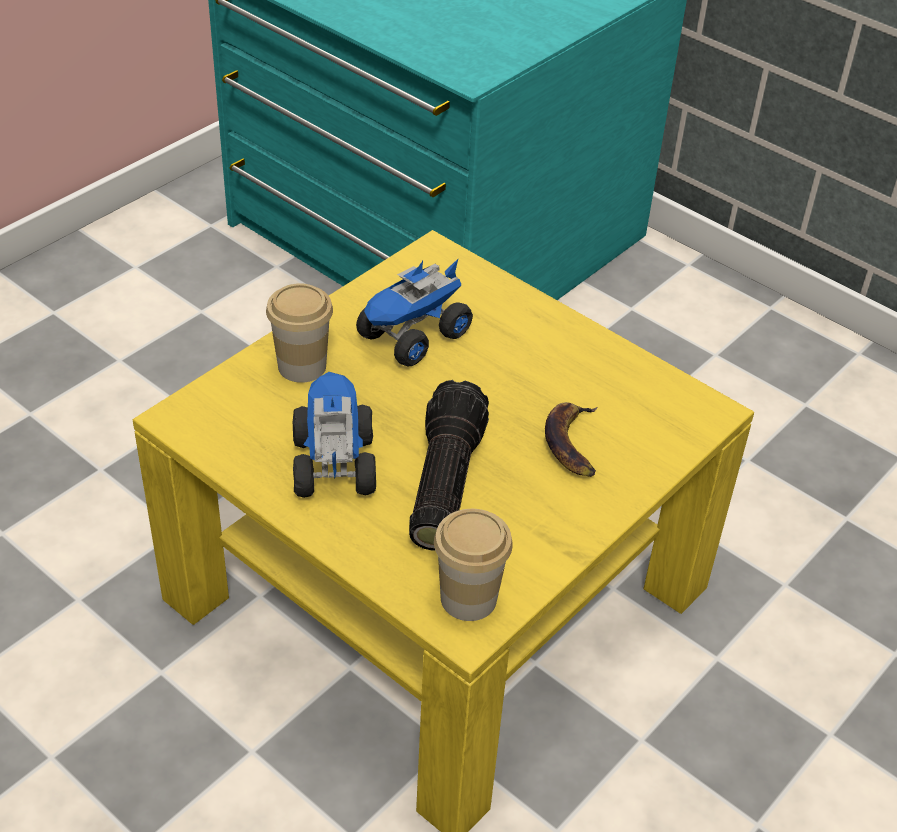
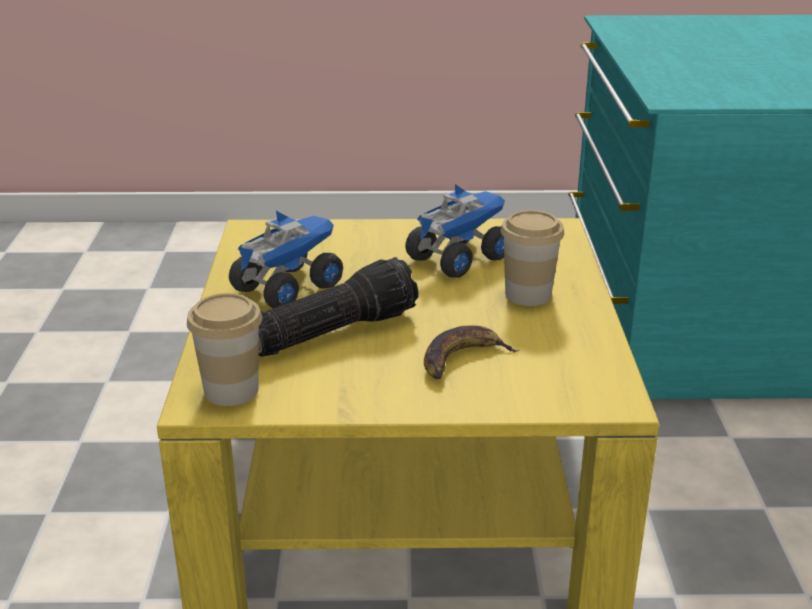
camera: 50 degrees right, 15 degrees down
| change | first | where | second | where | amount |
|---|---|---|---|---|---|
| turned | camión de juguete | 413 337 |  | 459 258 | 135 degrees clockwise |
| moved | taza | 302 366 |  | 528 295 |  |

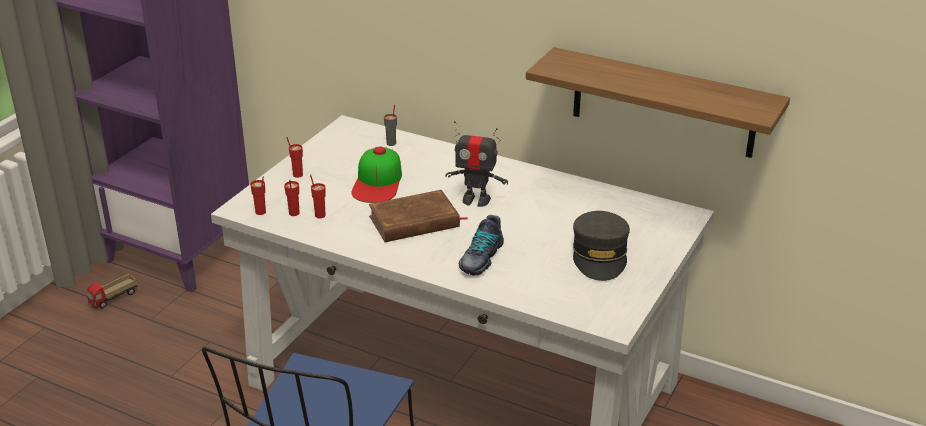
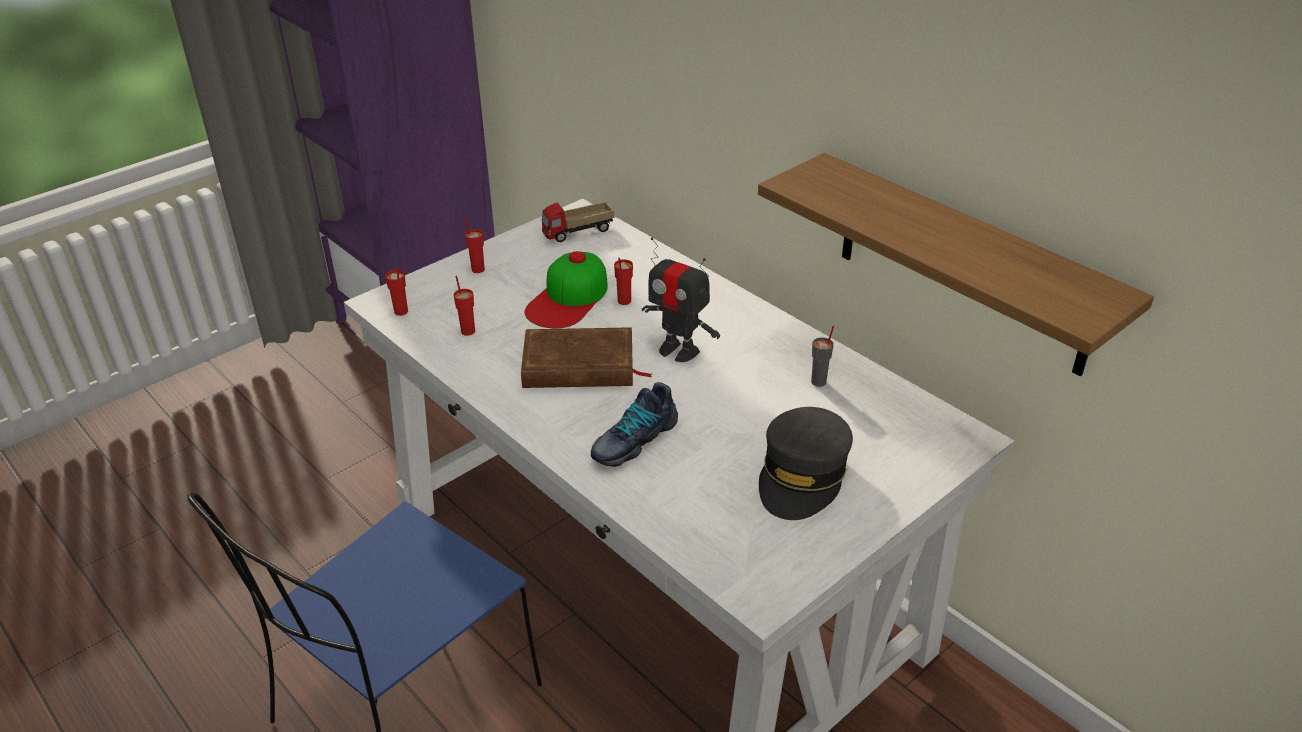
camera: 20 degrees right, 5 degrees up
| change | first | where | second | where | amount |
|---|---|---|---|---|---|
| moved | camión de juguete | 114 299 |  | 578 233 |  |
| moved | taza [rojo] | 294 213 |  | 623 301 |  |
| moved | taza [gris] | 391 143 |  | 819 382 |  |

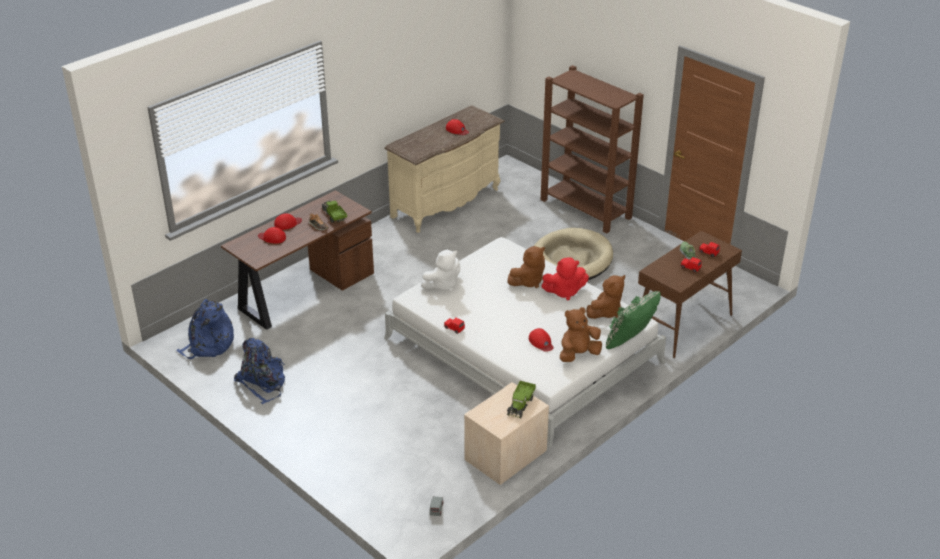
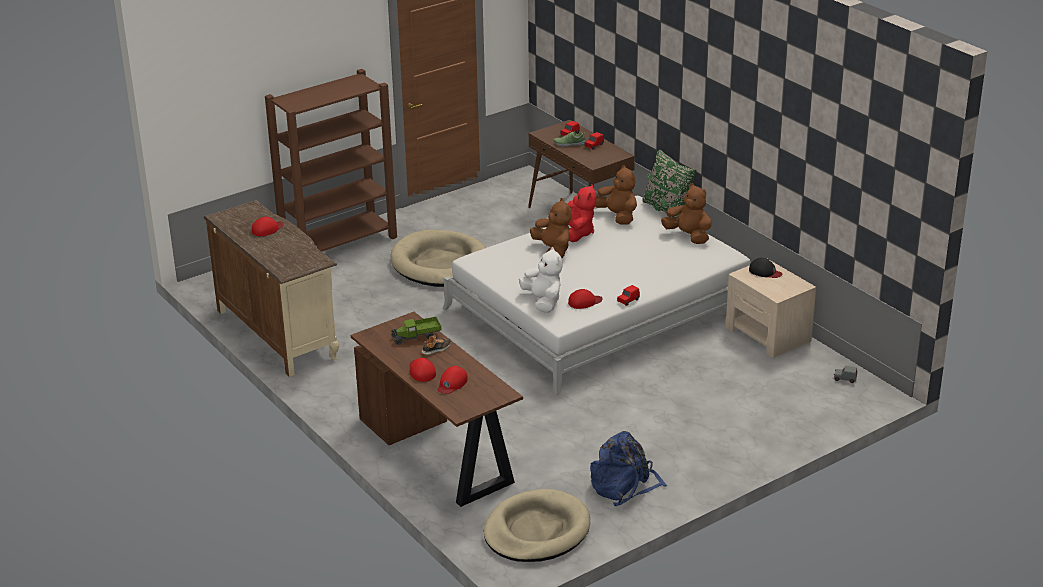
camera: 80 degrees left, 5 degrees down
| change | first | where | second | where | amount |
|---|---|---|---|---|---|
| replaced | mochila [azul] | 208 345 | cama para perro [beis] | 536 531 |  |
| moved | gorra [rojo] | 541 342 |  | 584 302 |  |
| turned | peluche [marrón] | 578 354 |  | 688 236 | 150 degrees clockwise |
| replaced | camión de juguete | 521 404 | gorra [negro] | 765 272 |  |

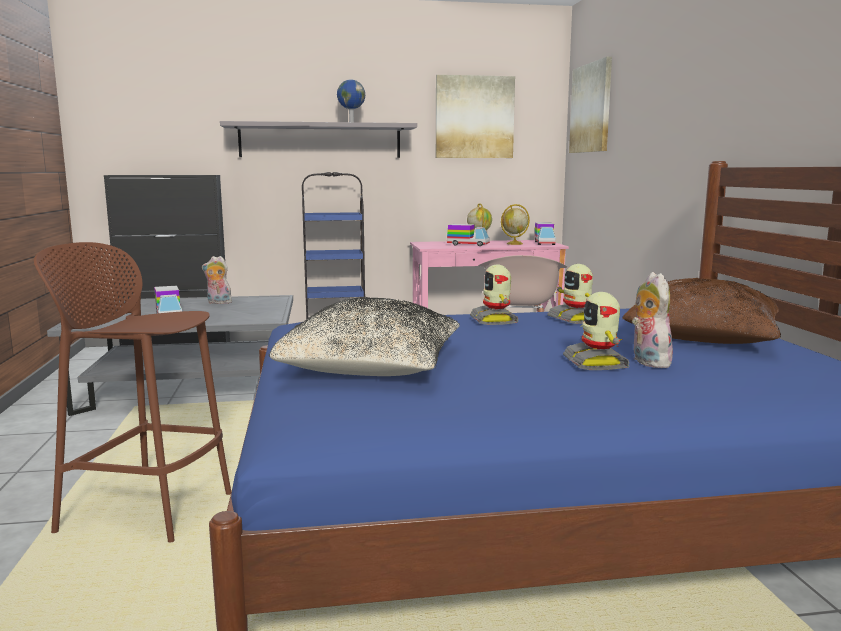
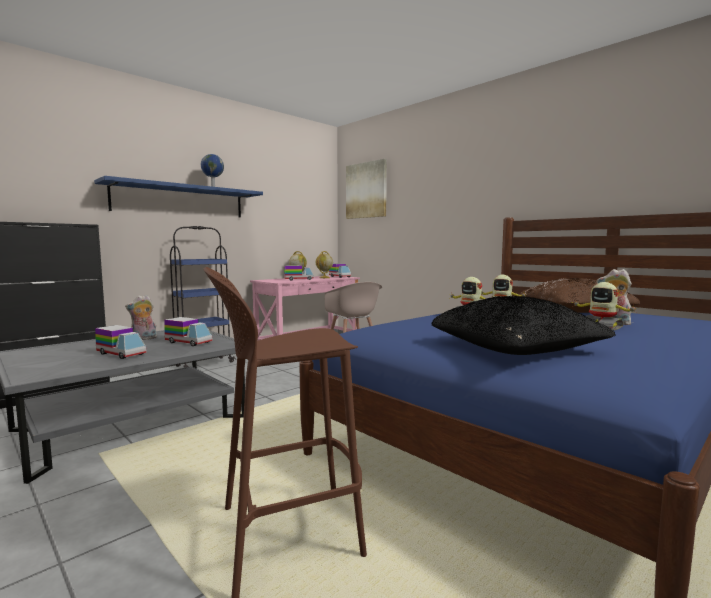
camera: 35 degrees left, 5 degrees down
| change | first | where | second | where | amount |
|---|---|---|---|---|---|
| recoloured | estante [gris] | 320 141 | estante [azul] | 180 201 |  |
| added |  |  | camión de juguete | 188 342 |  |
| recoloured | cojín [beis] | 370 365 | cojín [negro] | 515 347 |  |
| removed | cuadro | 474 117 |  |  |  |

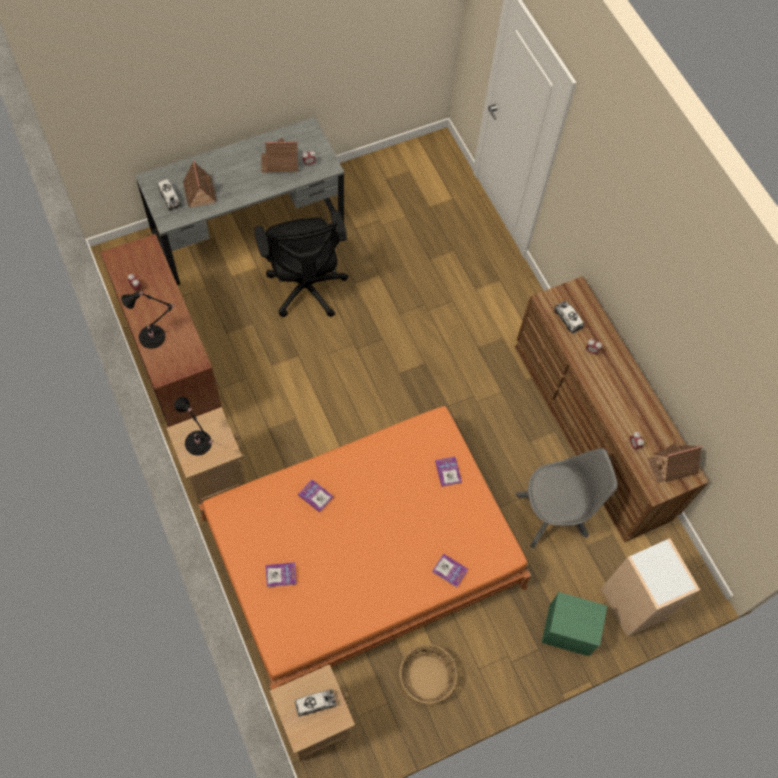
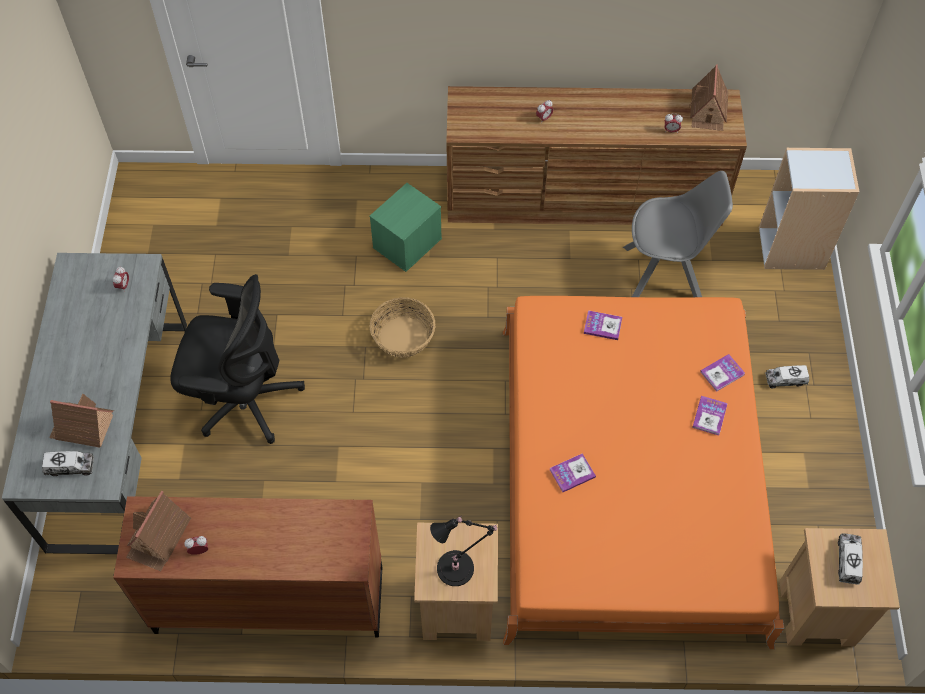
camera: 60 degrees left, 5 degrees down
| change | first | where | second | where | amount |
|---|---|---|---|---|---|
| moved | casita | 280 162 |  | 158 537 |  |
| moved | caja de almacenaje [verde] | 568 630 |  | 407 244 |  |
| moved | cesta | 427 677 |  | 403 336 |  |
| turned | silla [gris] | 554 514 |  | 665 273 | 75 degrees clockwise |
| moved | libro | 281 575 |  | 709 416 |  |
| moved | camión de juguete | 567 319 |  | 785 380 |  |
| removed | lámpara de mesa [negro] | 154 336 |  |  |  |

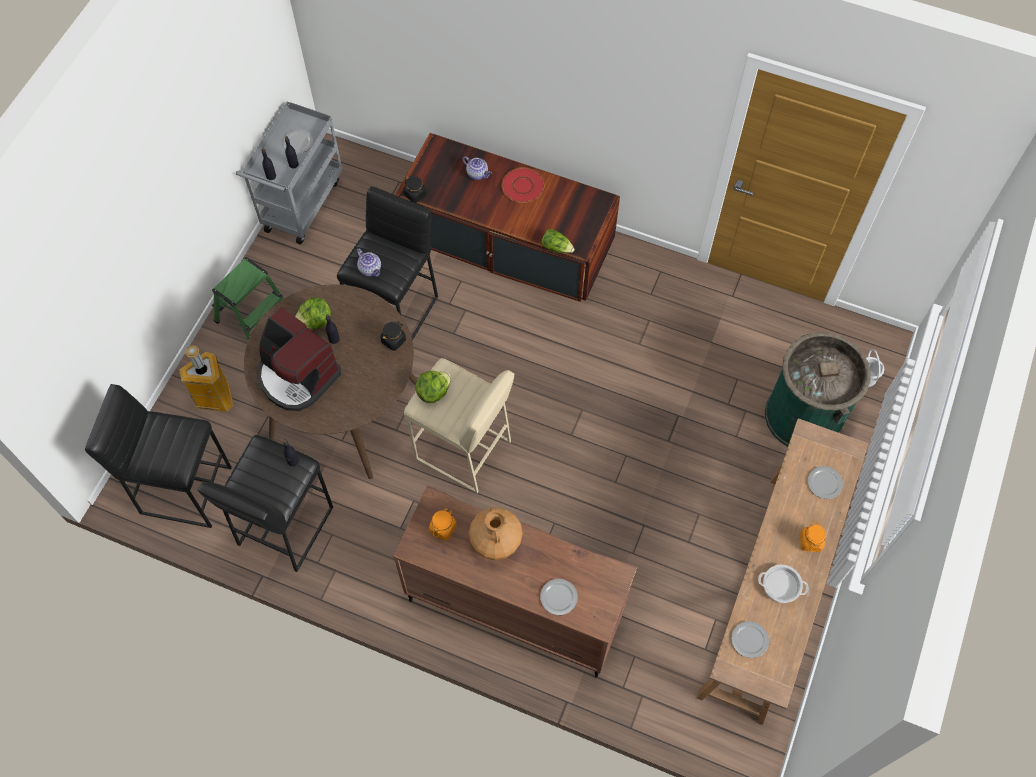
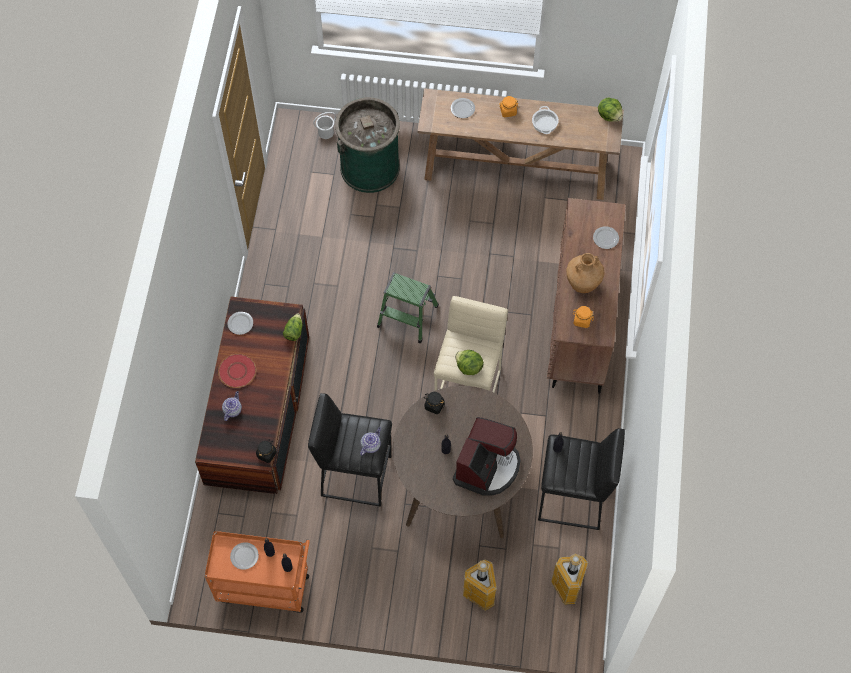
camera: 105 degrees left, 0 degrees up
| change | first | where | second | where | amount |
|---|---|---|---|---|---|
| recoloured | carrito [gris] | 302 208 | carrito [naranja] | 266 589 |  |
| moved | plato | 749 639 |  | 240 324 |  |
| moved | escalera de tijera [verde] | 253 316 |  | 408 316 |  |
| replaced | taburete [negro] | 184 489 | papelera | 567 588 |  |
| moved | lechuga | 316 321 |  | 609 115 |  |

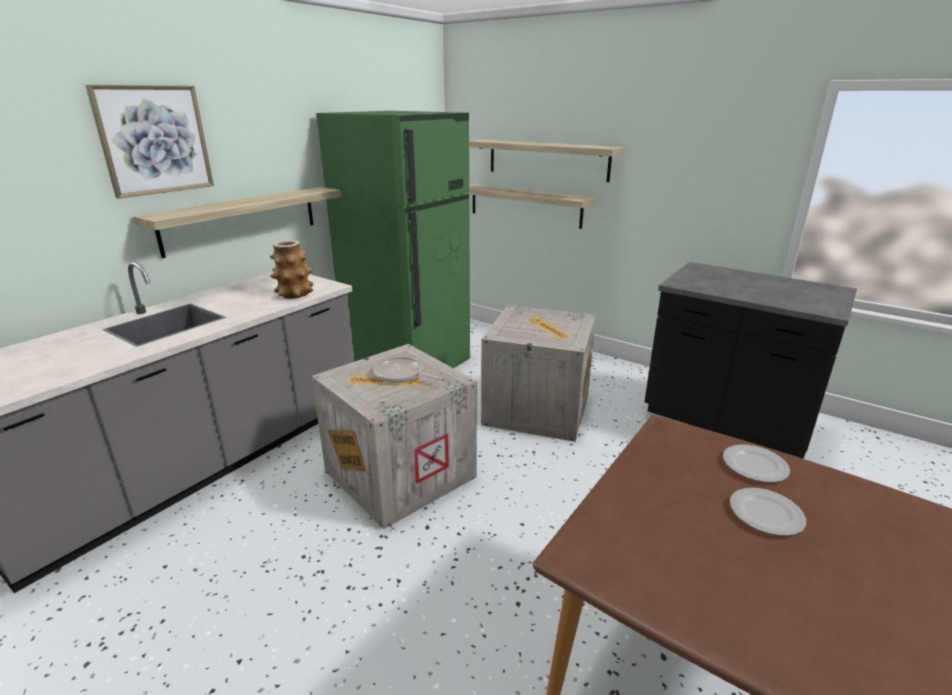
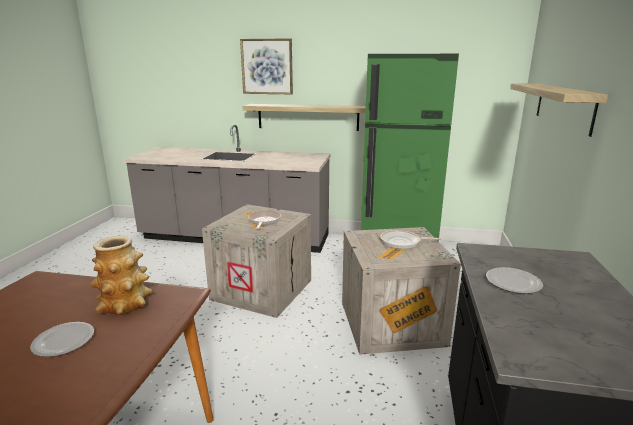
camera: 65 degrees right, 5 degrees down
| change | first | where | second | where | amount |
|---|---|---|---|---|---|
| moved | florero | 294 293 |  | 125 305 |  |
| added |  |  | sartén | 402 242 |  |
| moved | plato | 755 466 |  | 513 283 |  |
| removed | estante | 524 205 |  |  |  |

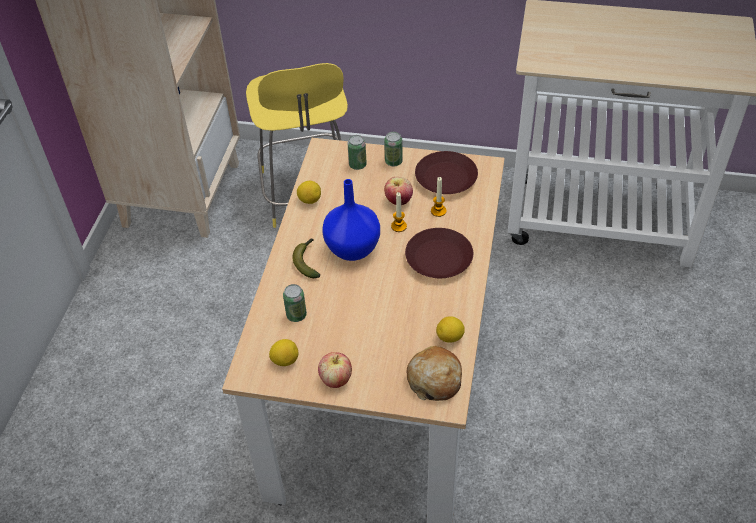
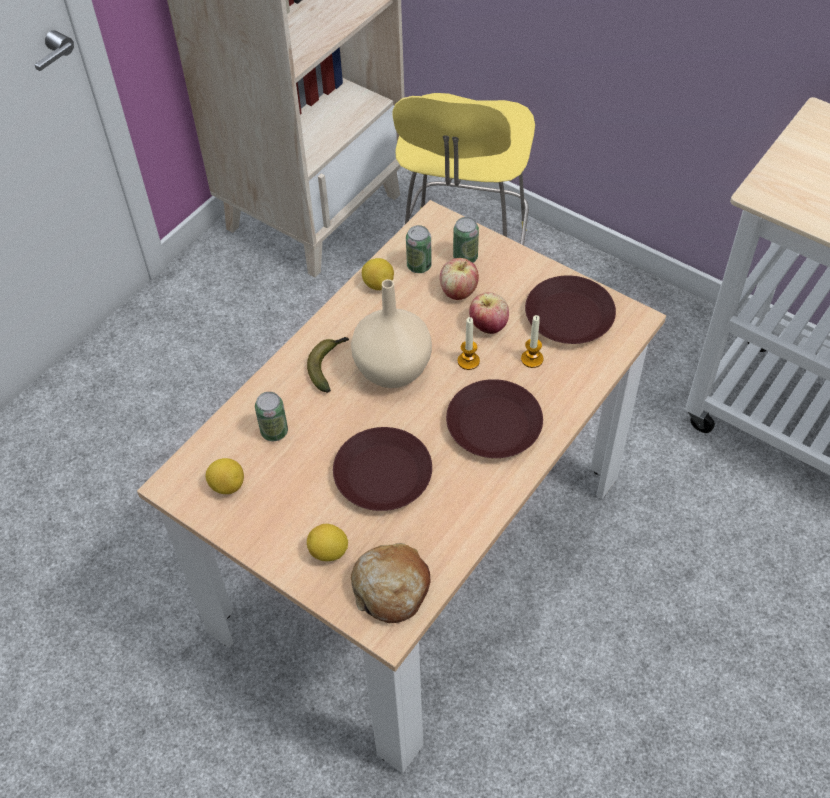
camera: 25 degrees right, 5 degrees up
| change | first | where | second | where | amount |
|---|---|---|---|---|---|
| moved | limón | 450 337 |  | 328 552 |  |
| added |  |  | plato [marrón] | 383 476 |  |
| recoloured | florero [azul] | 351 249 | florero [beis] | 391 370 |  |
| moved | lata | 393 161 |  | 419 266 |  |
| moved | manzana | 336 379 |  | 458 292 |  |

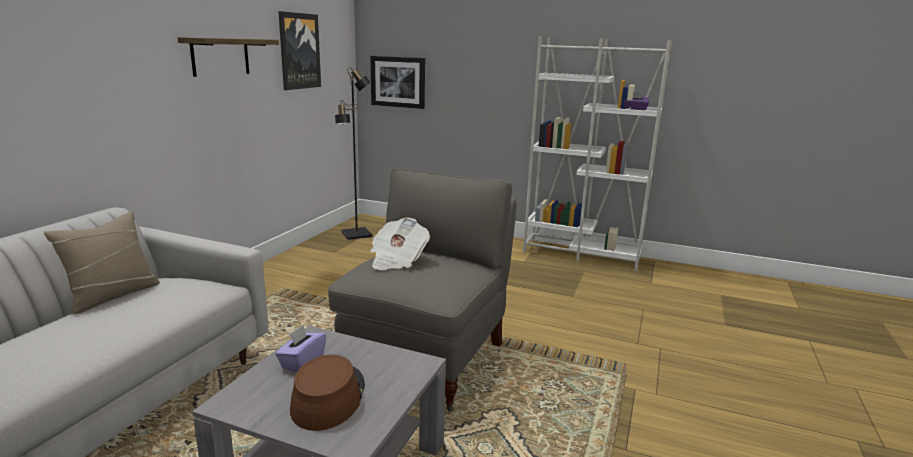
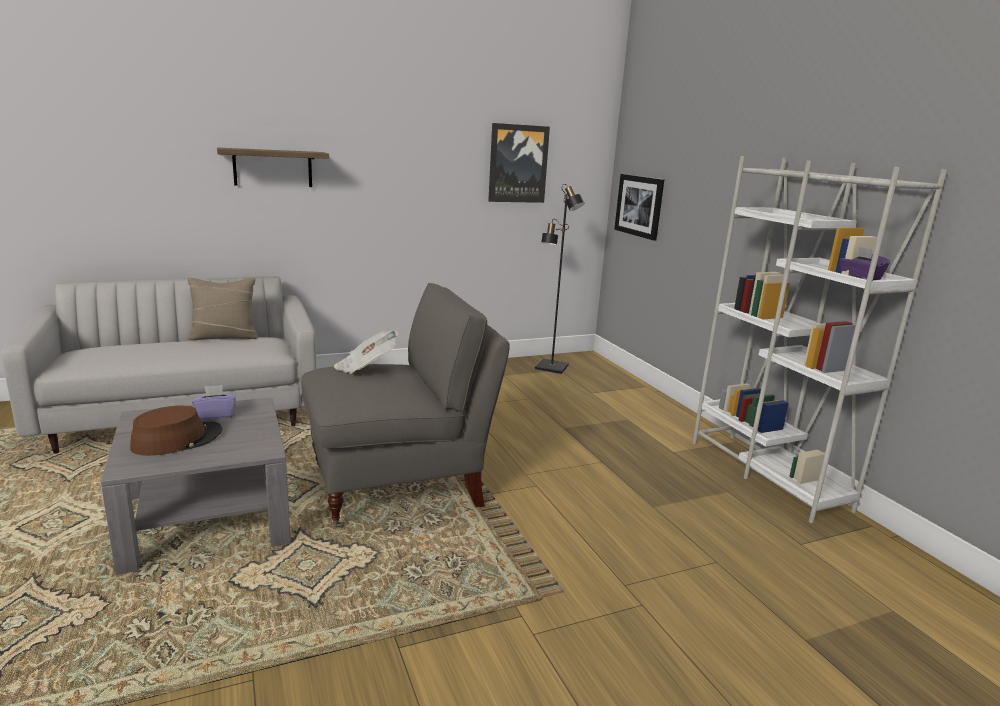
camera: 45 degrees right, 0 degrees up
| change | first | where | second | where | amount |
|---|---|---|---|---|---|
| moved | estante | 220 56 |  | 273 168 |  |

